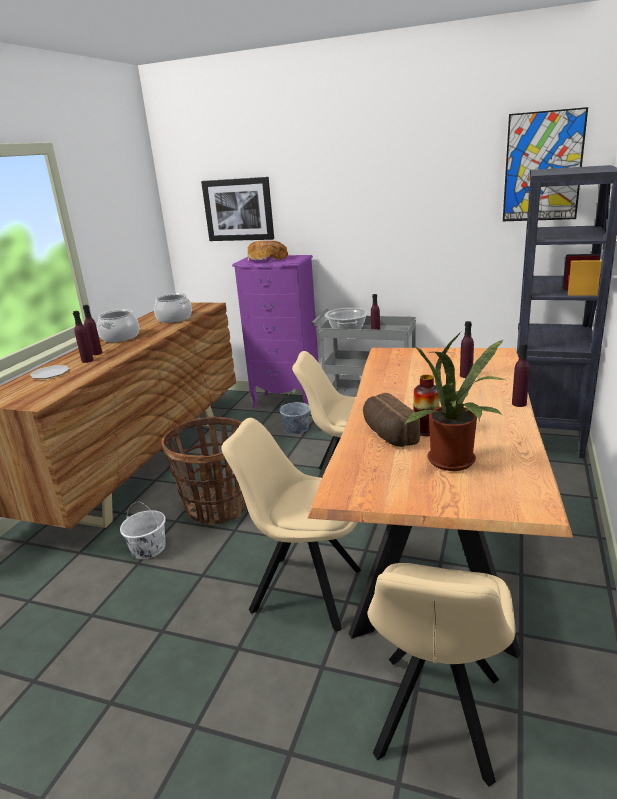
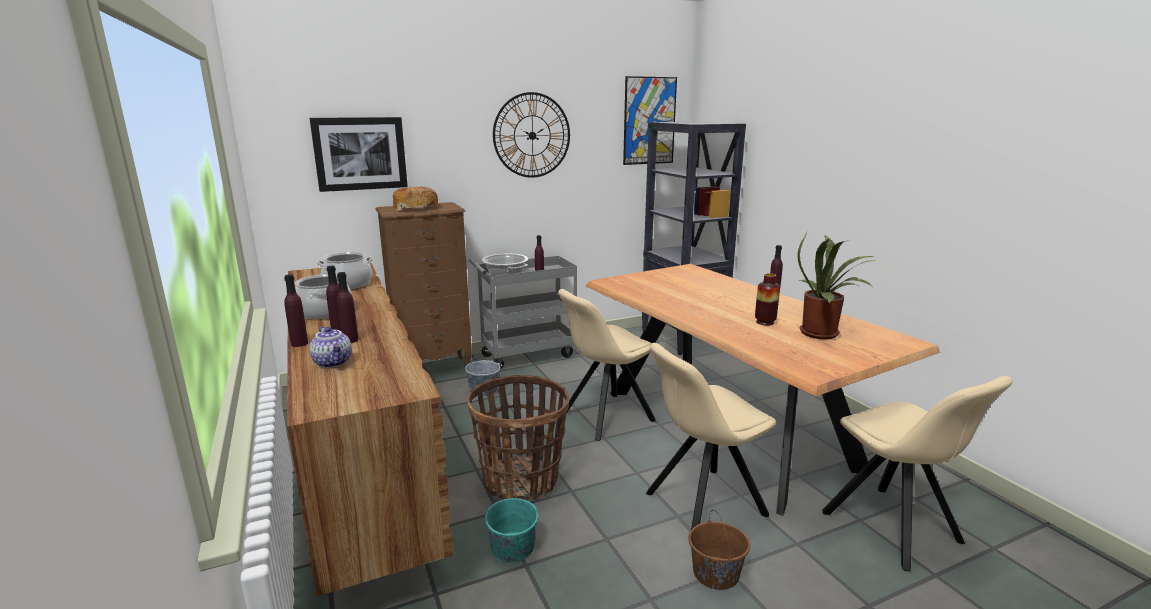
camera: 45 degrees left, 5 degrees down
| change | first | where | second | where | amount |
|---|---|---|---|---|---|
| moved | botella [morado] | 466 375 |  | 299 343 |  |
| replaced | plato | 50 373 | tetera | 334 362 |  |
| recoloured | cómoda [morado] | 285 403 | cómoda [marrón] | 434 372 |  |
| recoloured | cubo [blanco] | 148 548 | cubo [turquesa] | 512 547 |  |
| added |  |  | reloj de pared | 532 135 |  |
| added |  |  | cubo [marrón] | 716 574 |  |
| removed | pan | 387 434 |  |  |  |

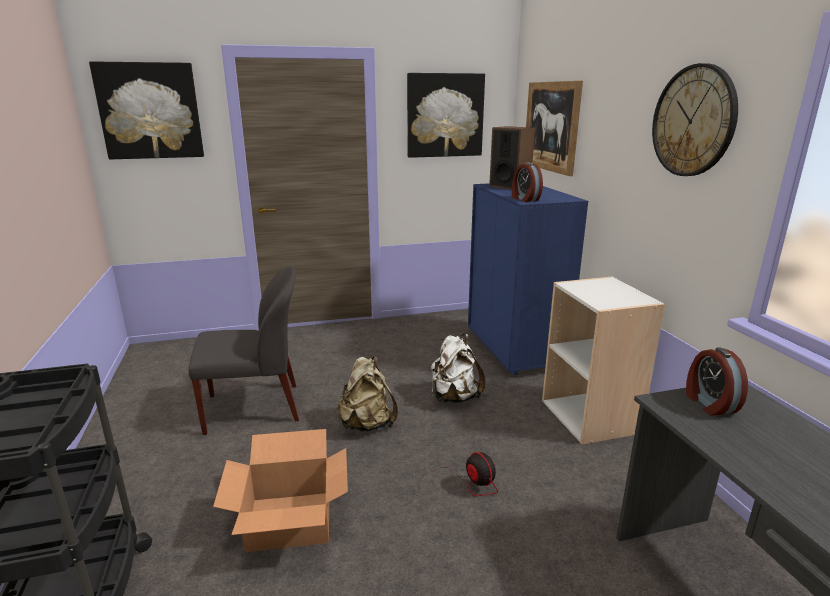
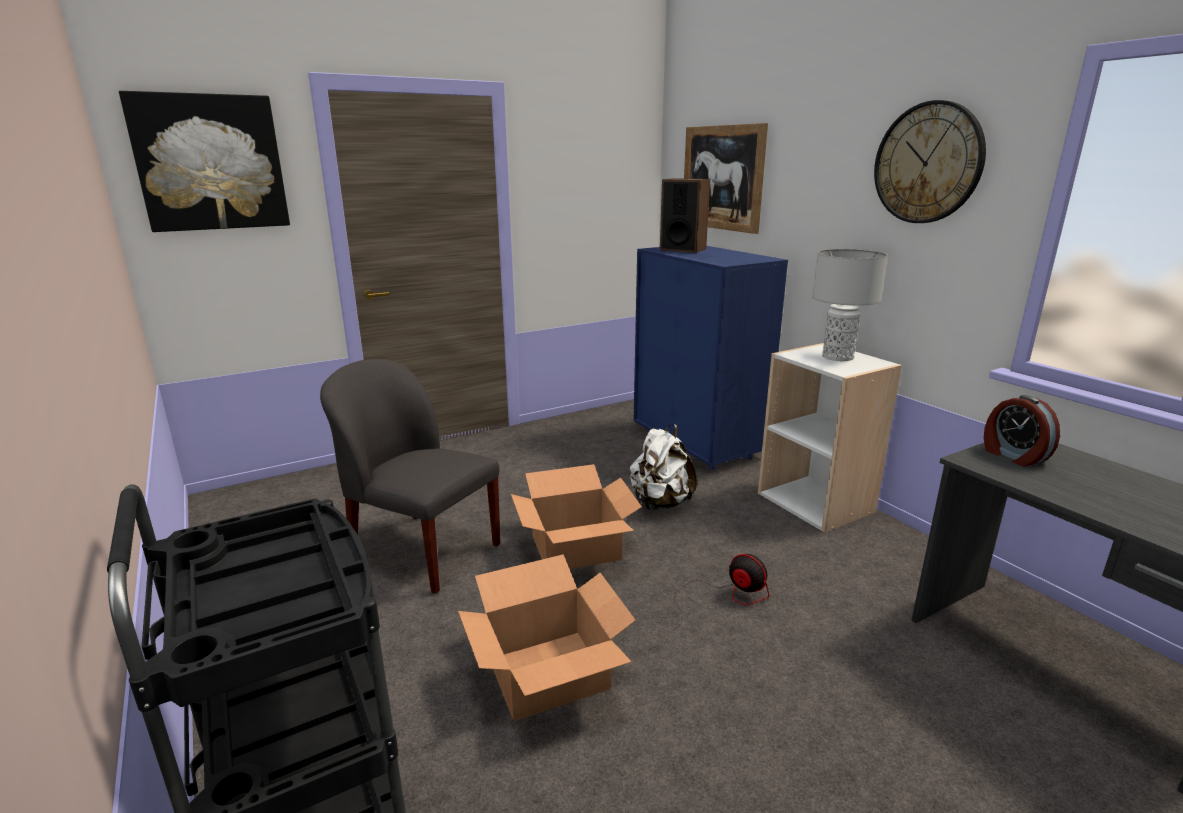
camera: 15 degrees left, 0 degrees up
| change | first | where | second | where | amount |
|---|---|---|---|---|---|
| turned | silla [gris] | 256 408 |  | 422 550 | 120 degrees counterclockwise |
| replaced | mochila [beis] | 367 424 | caja de cartón | 576 548 |  |
| added |  |  | lámpara de mesa [blanco] | 838 356 |  |
| removed | cuadro | 444 115 |  |  |  |
| removed | despertador | 524 199 |  |  |  |

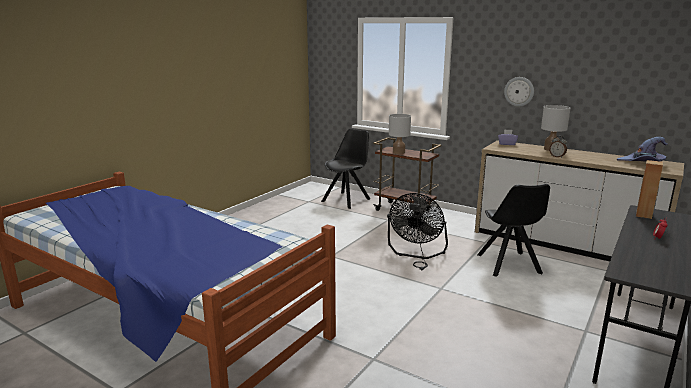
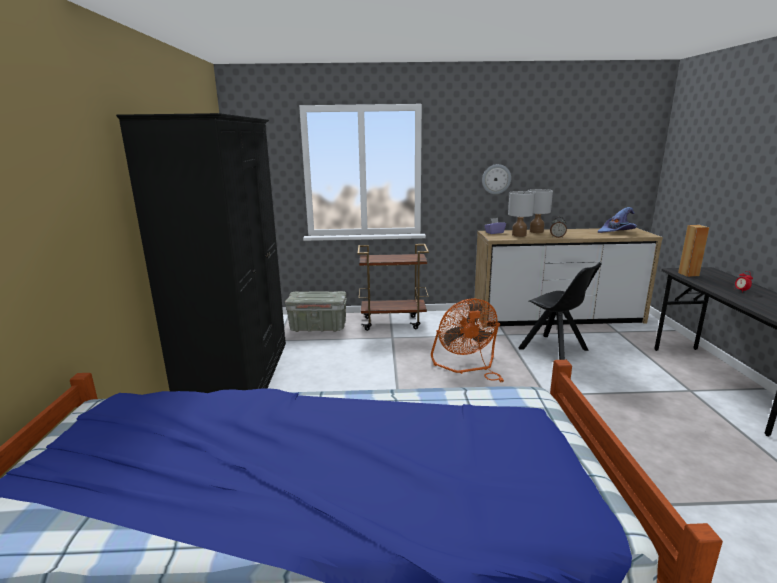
camera: 35 degrees left, 0 degrees up
| change | first | where | second | where | amount |
|---|---|---|---|---|---|
| added |  |  | armario ropero [negro] | 240 377 |  |
| replaced | silla [negro] | 347 200 | caja de almacenaje [gris] | 318 327 |  |
| recoloured | ventilador [negro] | 415 254 | ventilador [naranja] | 471 366 |  |
| moved | lámpara de mesa [gris] | 398 152 |  | 519 235 |  |

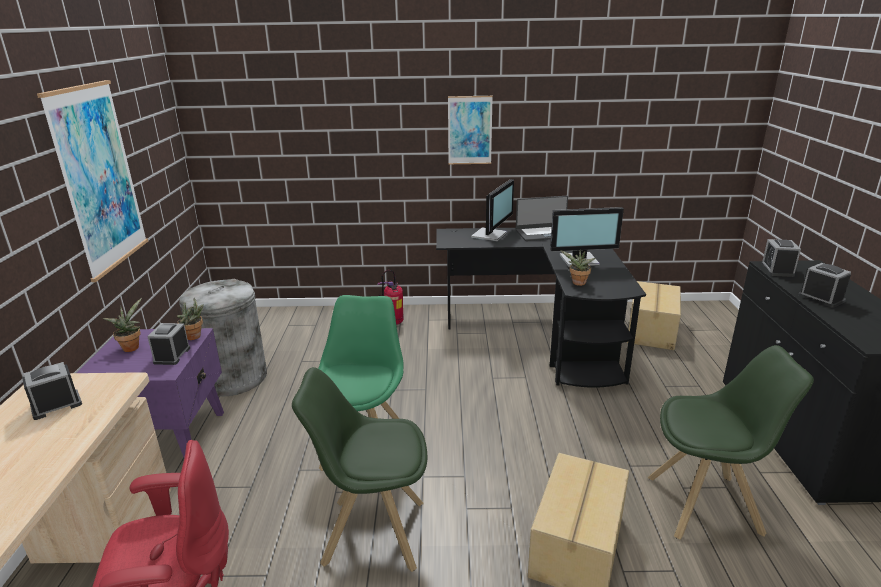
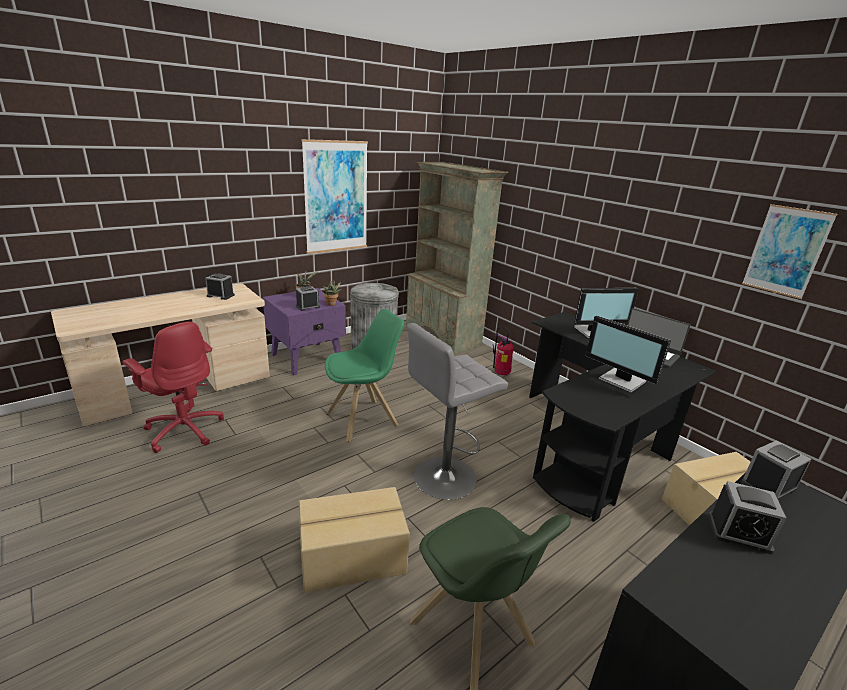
camera: 50 degrees right, 0 degrees up
| change | first | where | second | where | amount |
|---|---|---|---|---|---|
| added |  |  | estantería [verde] | 443 336 |  |
| added |  |  | taburete [gris] | 444 477 |  |
| turned | despertador | 821 298 |  | 739 533 | 90 degrees clockwise |
| moved | cuadro | 469 130 |  | 786 251 |  |
| removed | silla [verde] | 373 532 |  |  |  |
| removed | planta en maceta | 577 283 |  |  |  |

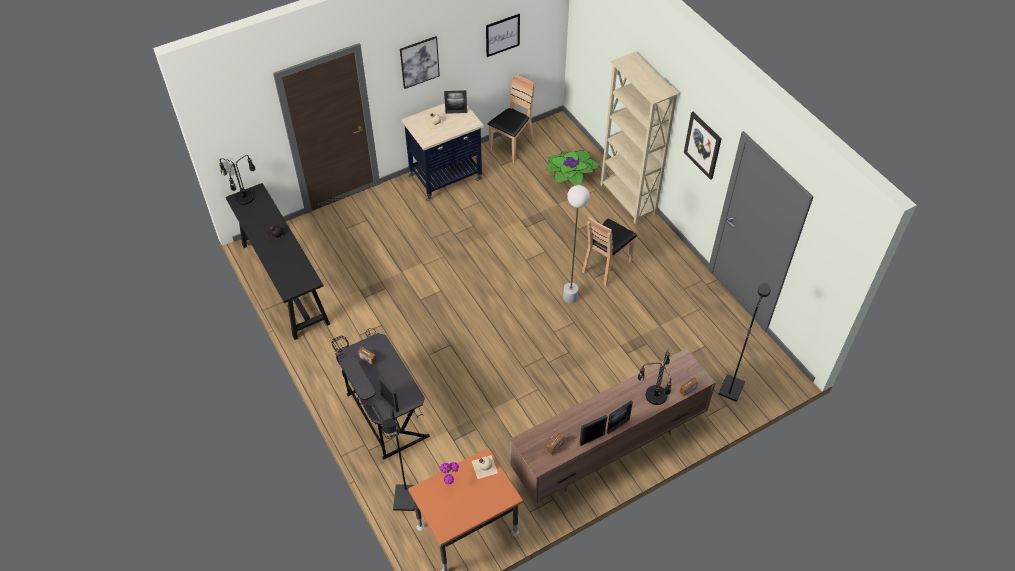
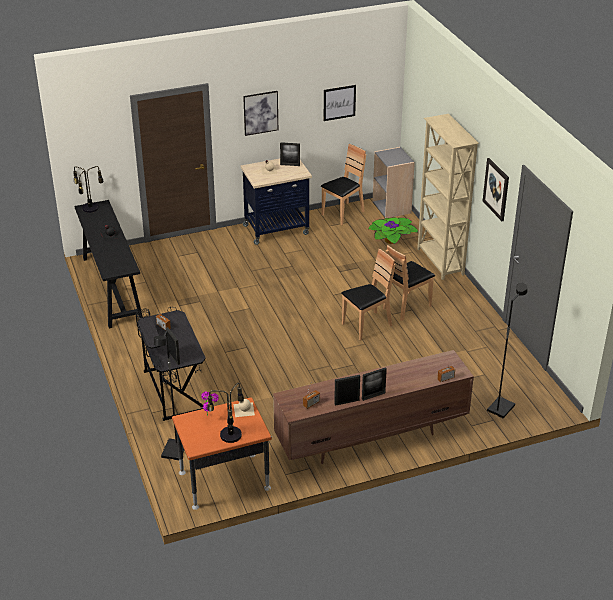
camera: 10 degrees right, 15 degrees down
| change | first | where | second | where | amount |
|---|---|---|---|---|---|
| moved | lámpara de mesa | 655 395 |  | 230 435 |  |
| replaced | lámpara de pie [blanco] | 570 297 | silla [marrón] | 366 325 |  |
| added |  |  | estantería [gris] | 392 207 |  |

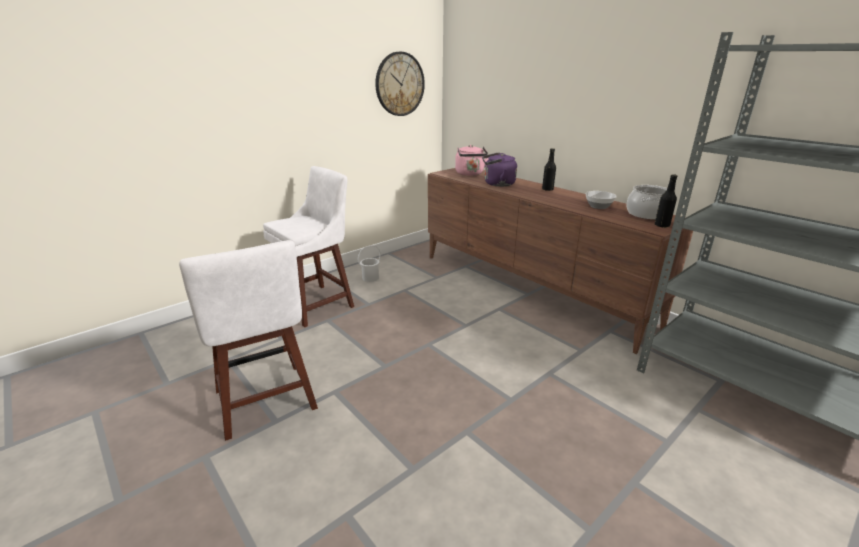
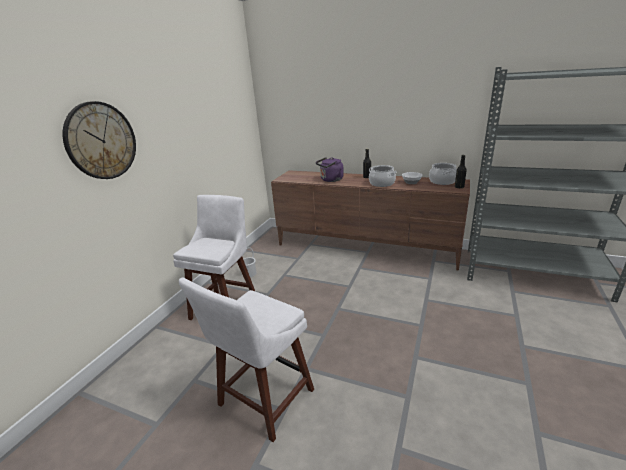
camera: 25 degrees left, 0 degrees up
| change | first | where | second | where | amount |
|---|---|---|---|---|---|
| moved | reloj de pared | 399 84 |  | 101 141 |  |
| turned | silla [blanco] | 266 403 |  | 262 400 | 90 degrees clockwise |
| added |  |  | olla | 381 183 |  |
| removed | hervidor [rosa] | 470 174 |  |  |  |

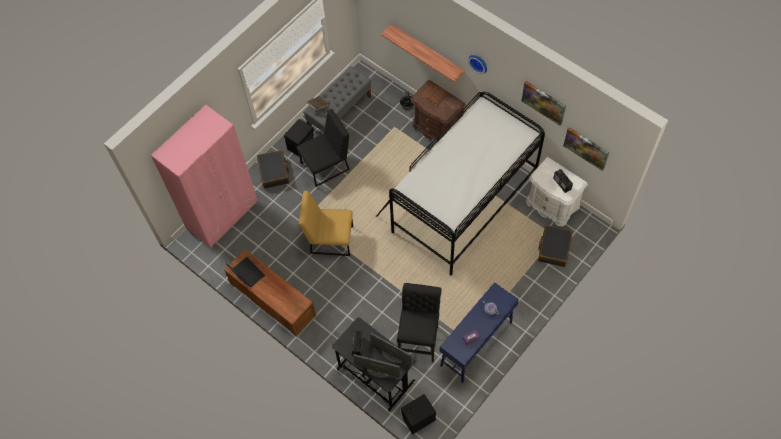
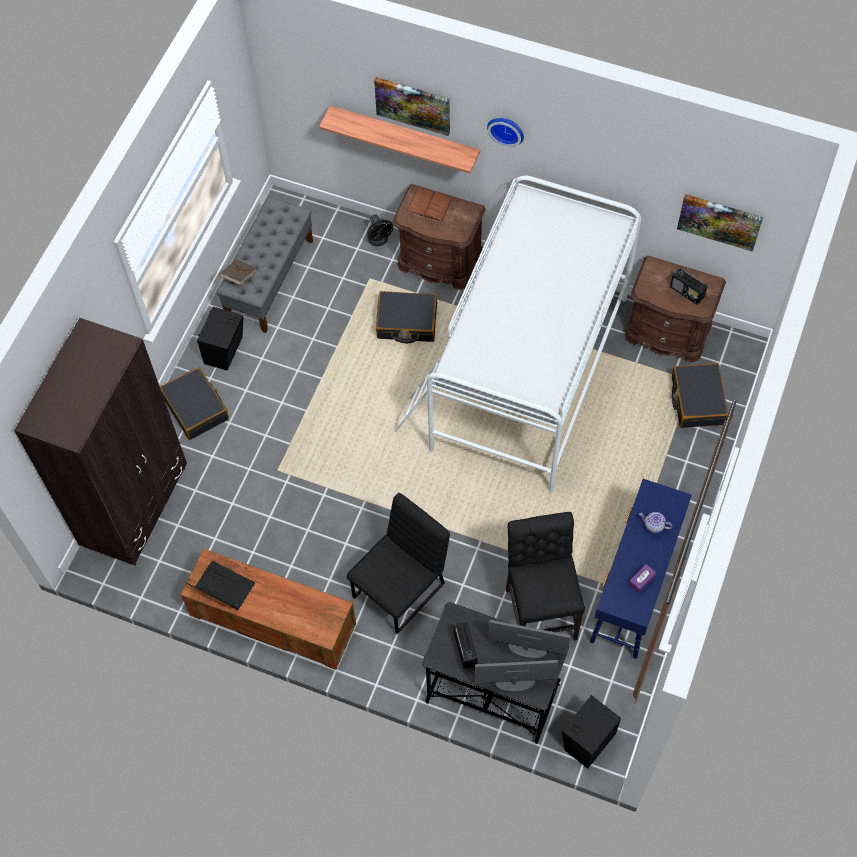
camera: 20 degrees left, 0 degrees up
| change | first | where | second | where | amount |
|---|---|---|---|---|---|
| recoloured | armario ropero [rosa] | 223 216 | armario ropero [marrón] | 135 506 |  |
| moved | silla [negro] | 326 166 |  | 401 588 |  |
| moved | cuadro | 544 102 |  | 413 105 |  |
| added |  |  | maleta [negro] | 407 322 |  |
| recoloured | cama [negro] | 461 205 | cama [blanco] | 526 374 |  |
| recoloured | mesita de noche [blanco] | 551 205 | mesita de noche [marrón] | 667 334 |  |
| removed | silla [amarillo] | 330 239 |  |  |  |

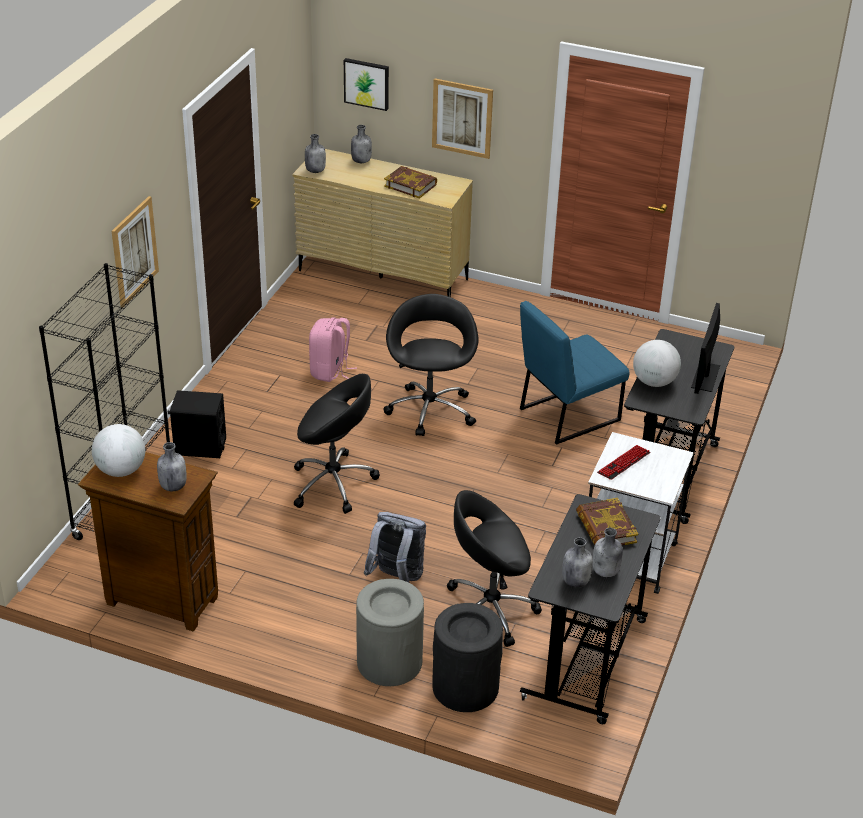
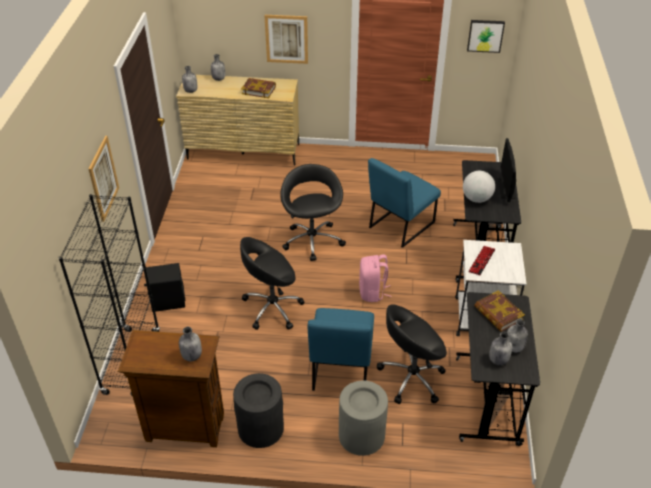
camera: 15 degrees left, 5 degrees up
| change | first | where | second | where | amount |
|---|---|---|---|---|---|
| moved | papelera [negro] | 465 687 |  | 260 428 |  |
| turned | silla de oficina [negro] | 335 484 |  | 271 308 | 150 degrees clockwise |
| replaced | mochila [gris] | 396 578 | silla [azul] | 340 369 |  |
| moved | mochila [rosa] | 330 371 |  | 372 292 |  |
| moved | cuadro | 367 83 |  | 485 35 |  |
| removed | globo terráqueo | 121 470 |  |  |  |

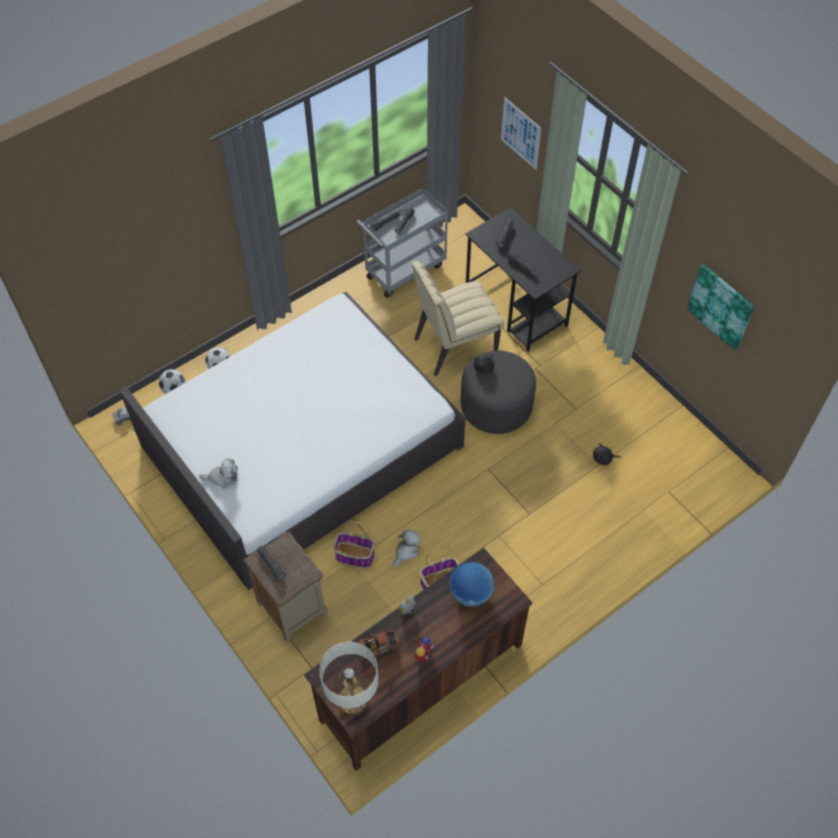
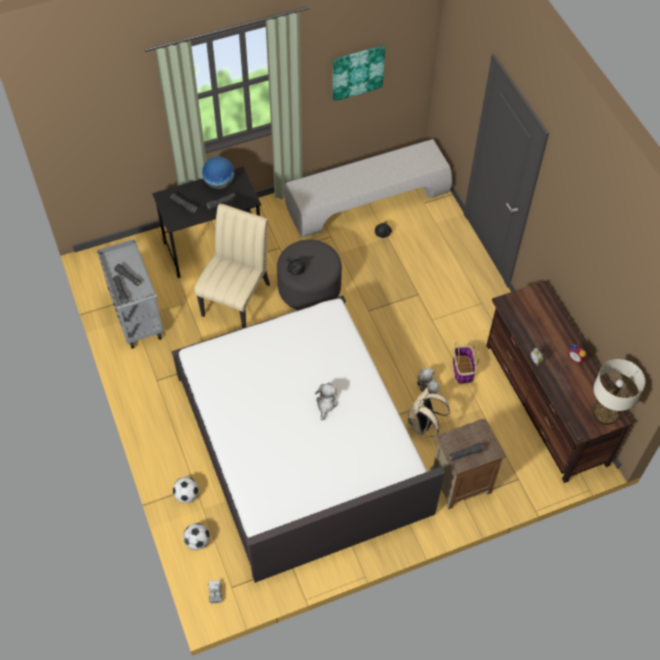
camera: 75 degrees left, 0 degrees up
| change | first | where | second | where | amount |
|---|---|---|---|---|---|
| turned | silla [beis] | 455 346 |  | 236 300 | 150 degrees counterclockwise |
| moved | globo terráqueo | 470 593 |  | 219 183 |  |
| added |  |  | banco [gris] | 367 200 |  |
| moved | peluche | 222 478 |  | 326 404 |  |
| replaced | cesta | 354 555 | mochila [beis] | 423 425 |  |
| removed | camión de juguete | 374 648 |  |  |  |
| removed | cuadro | 520 133 |  |  |  |

